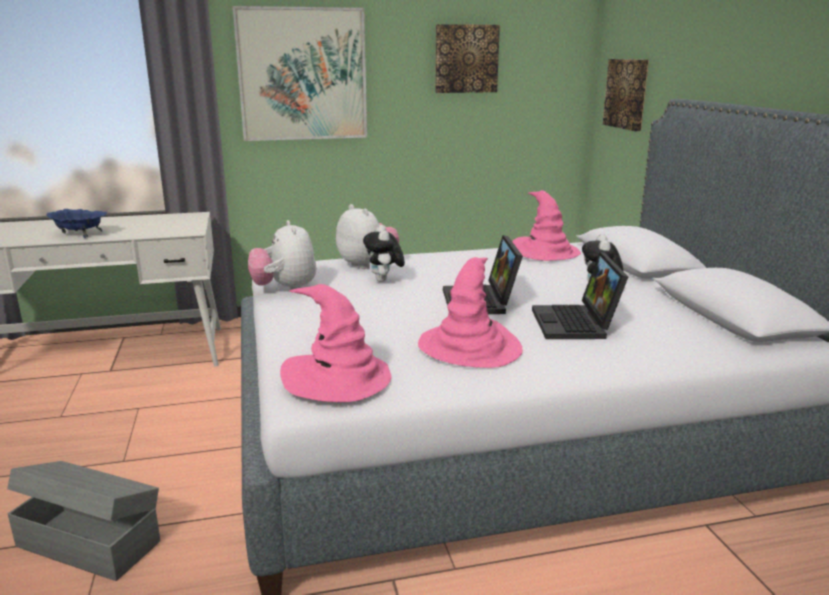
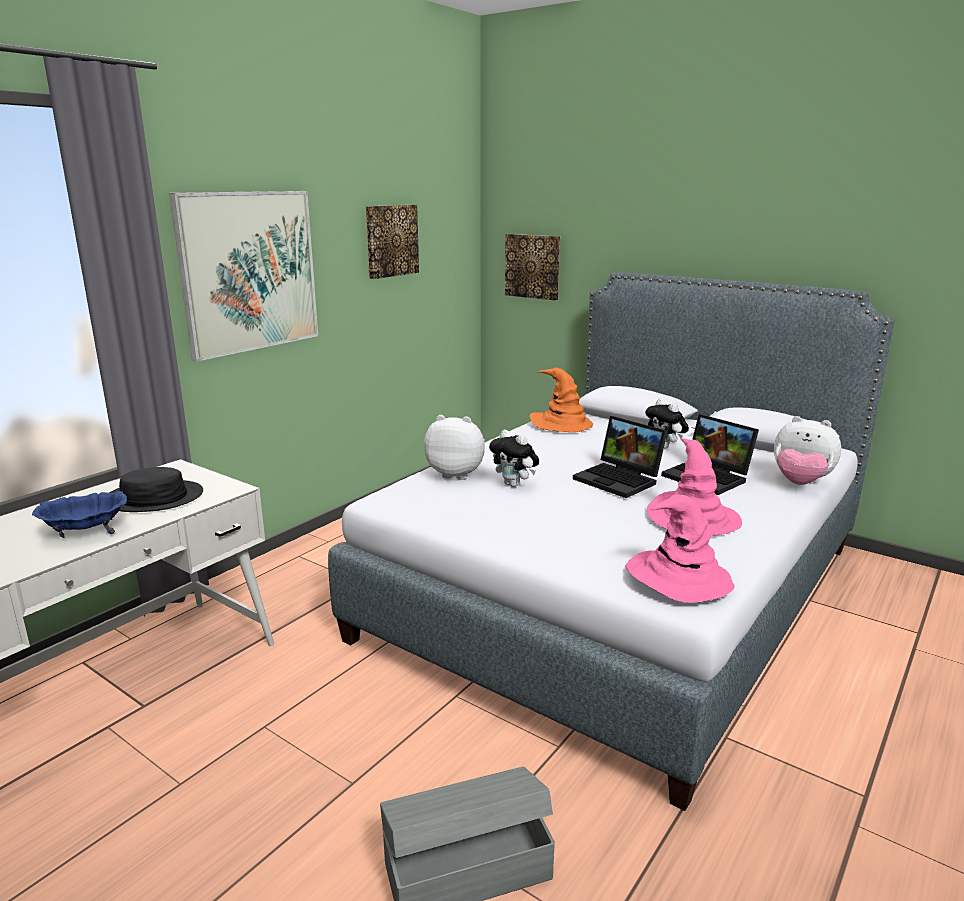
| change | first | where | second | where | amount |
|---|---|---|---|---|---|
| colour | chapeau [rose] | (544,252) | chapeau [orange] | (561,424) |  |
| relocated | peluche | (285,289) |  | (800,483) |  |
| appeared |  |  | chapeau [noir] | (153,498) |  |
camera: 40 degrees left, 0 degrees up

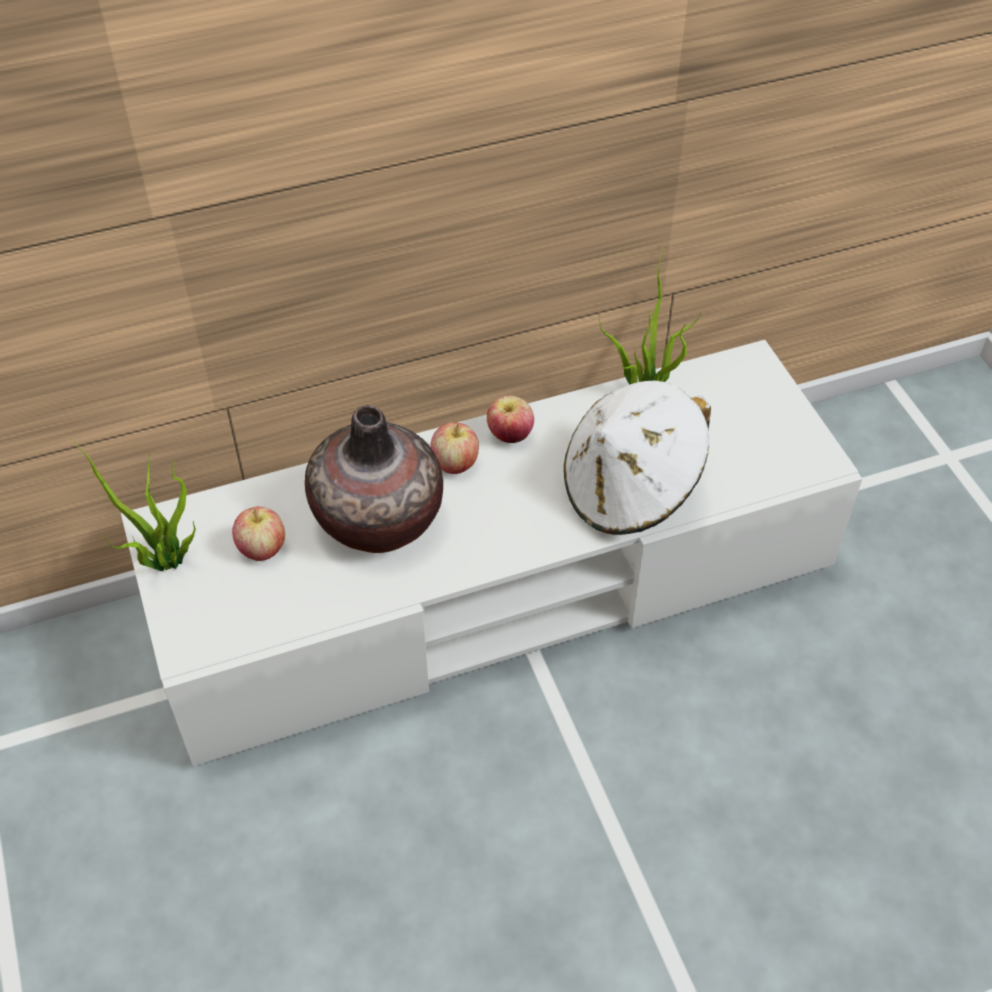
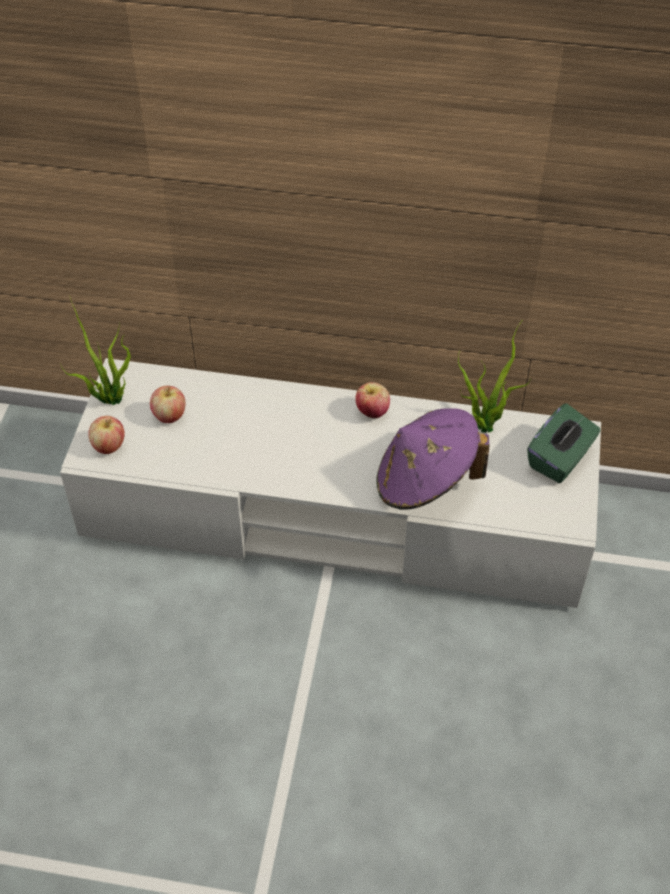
| change | first | where | second | where | amount |
|---|---|---|---|---|---|
| colour | chapeau [blanc] | (631,489) | chapeau [violet] | (425,482) |  |
| missing | vase | (377,520) |  |  |  |
| relocated | pomme | (455,464) |  | (109,446) |  |
| appeared |  |  | boîte à mouchoirs [vert] | (560,459) |  |
camera: 30 degrees right, 0 degrees up

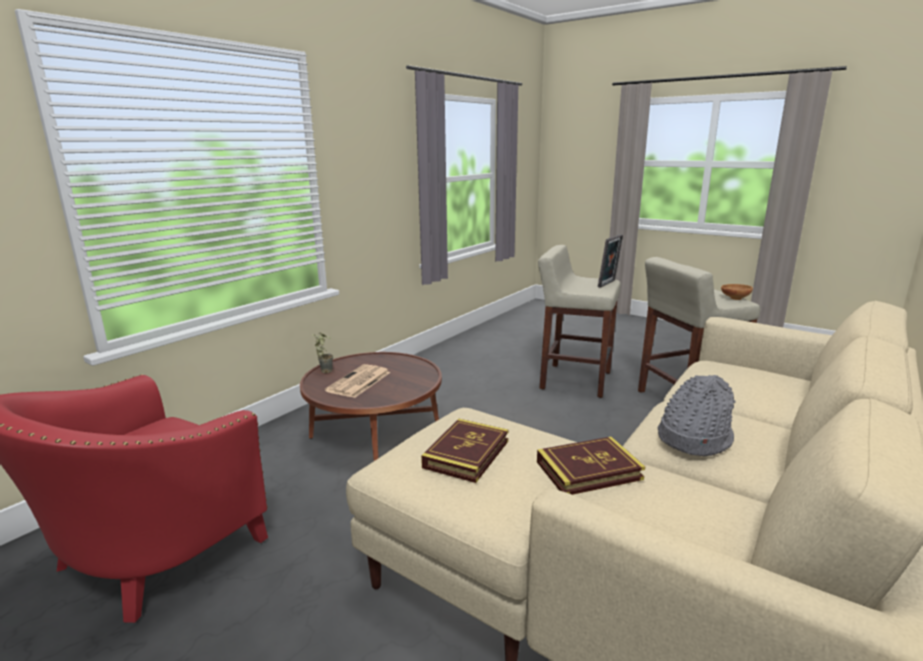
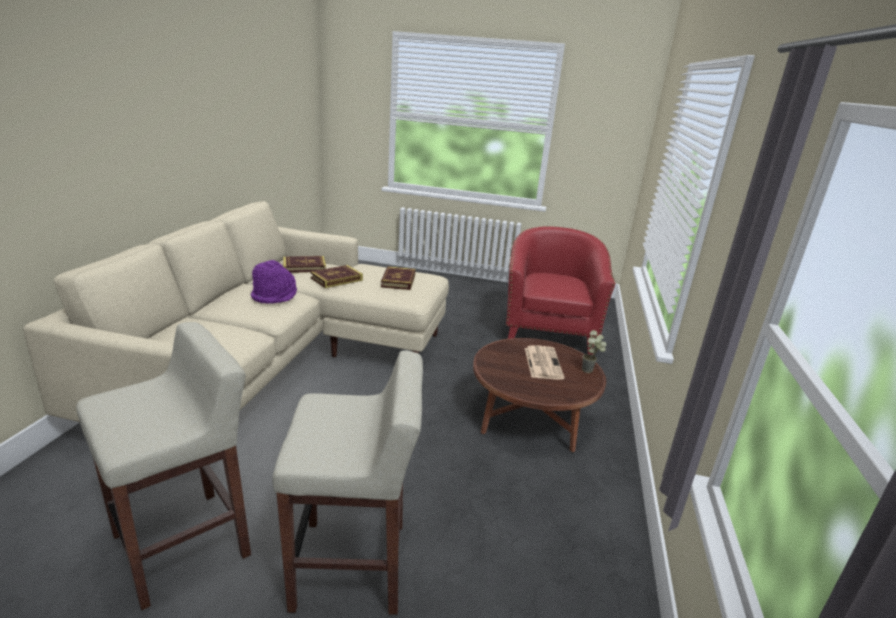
| change | first | where | second | where | amount |
|---|---|---|---|---|---|
| missing | cadre photo | (608,284) |  |  |  |
| missing | bol [marron] | (734,298) |  |  |  |
| colour | chapeau [gris] | (693,438) | chapeau [violet] | (275,296) |  |
| appeared |  |  | livre | (304,267) |  |
camera: 155 degrees right, 5 degrees up

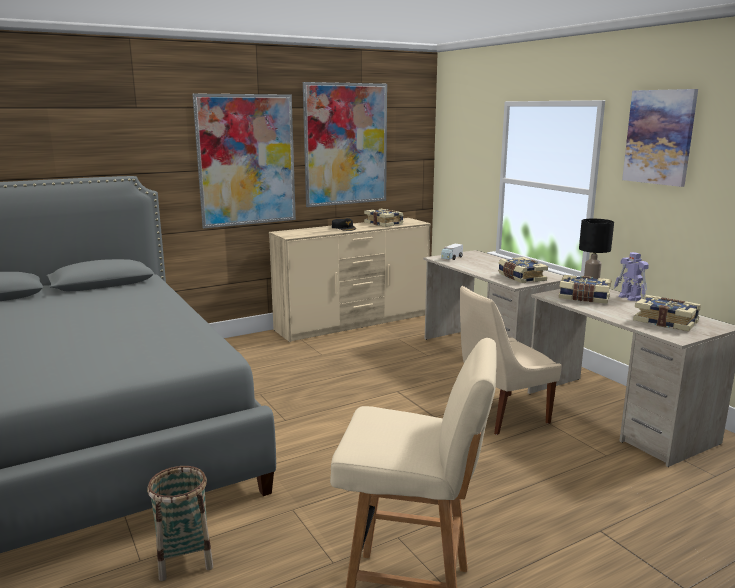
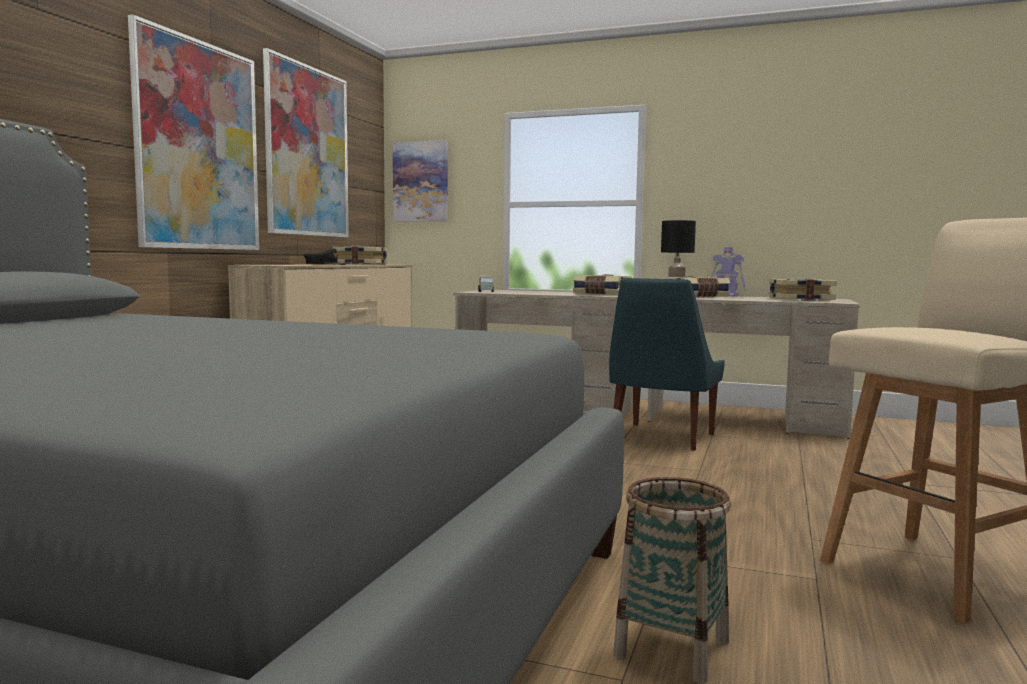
| change | first | where | second | where | amount |
|---|---|---|---|---|---|
| relocated | tableau | (659,137) |  | (421,181) |  |
| colour | chaise [beige] | (499,414) | chaise [bleu] | (661,438) |  |
camera: 40 degrees left, 10 degrees down

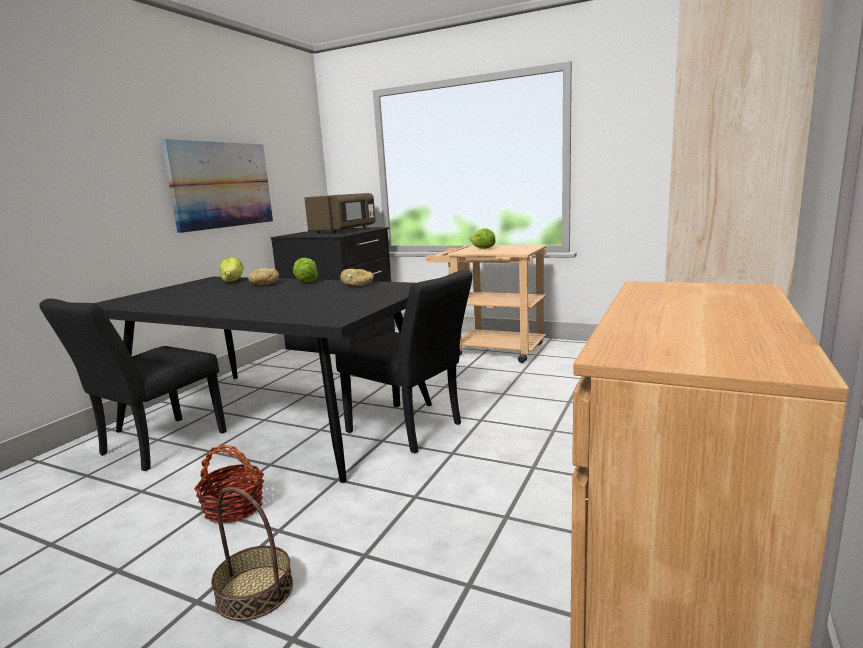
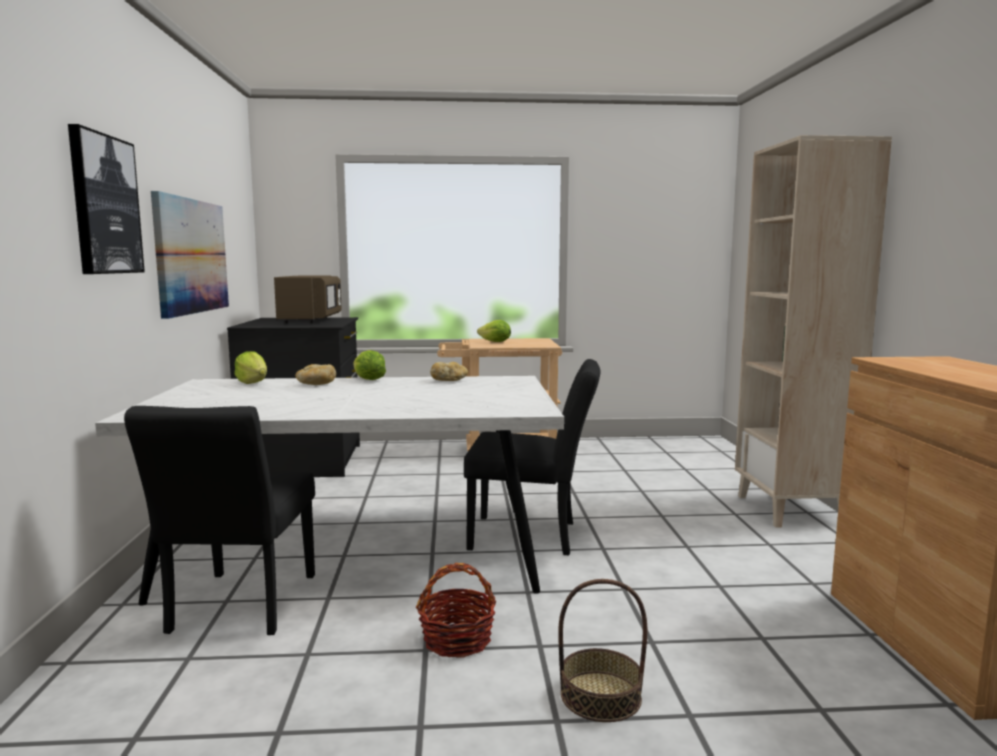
| change | first | where | second | where | amount |
|---|---|---|---|---|---|
| colour | table à manger [noir] | (275,418) | table à manger [blanc] | (356,551) |  |
| appeared |  |  | tableau | (105,205) |  |
camera: 30 degrees left, 5 degrees down

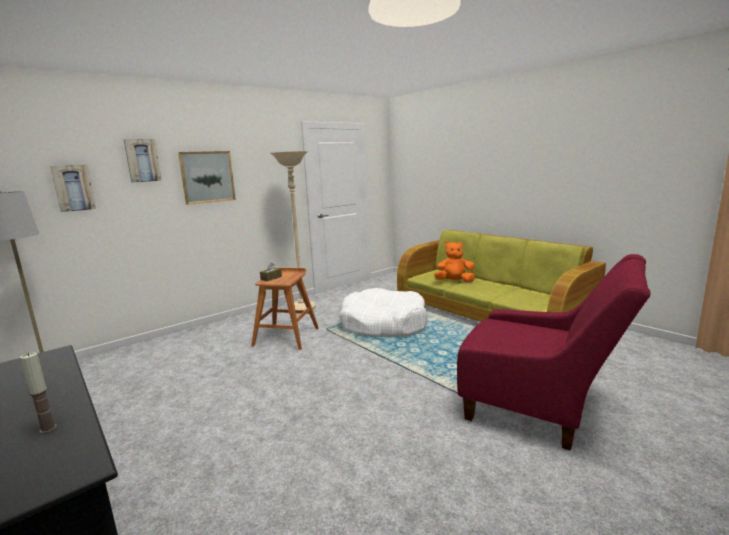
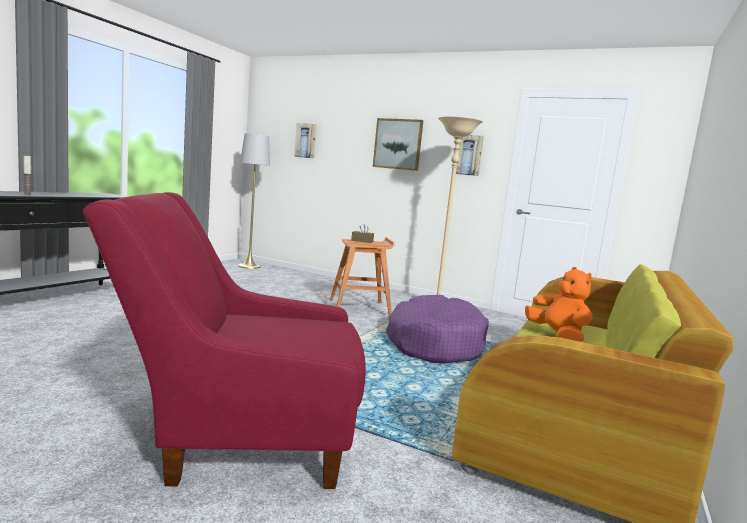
| change | first | where | second | where | amount |
|---|---|---|---|---|---|
| relocated | tableau | (142,160) |  | (468,155) |  |
| spun | fauteuil [rouge] | (540,408) |  | (241,436) | 75 degrees clockwise |
| colour | panier pour chien [blanc] | (383,324) | panier pour chien [violet] | (434,343) |  |
camera: 65 degrees right, 5 degrees down

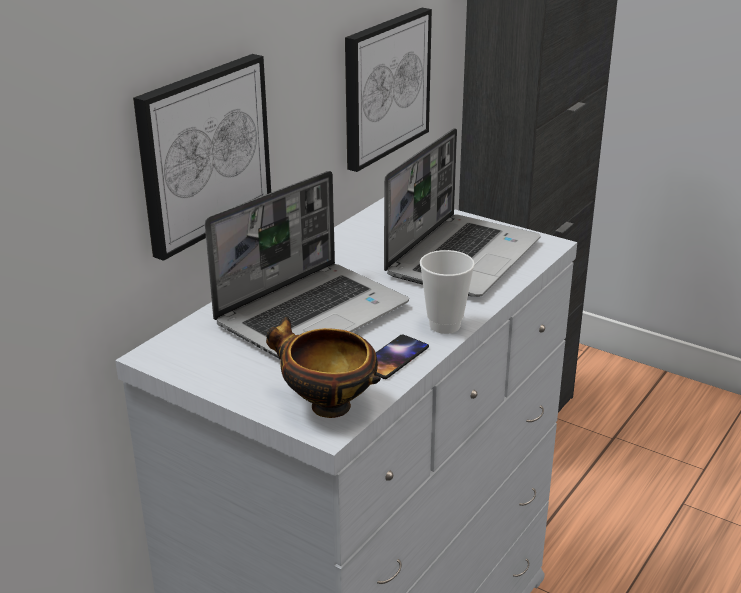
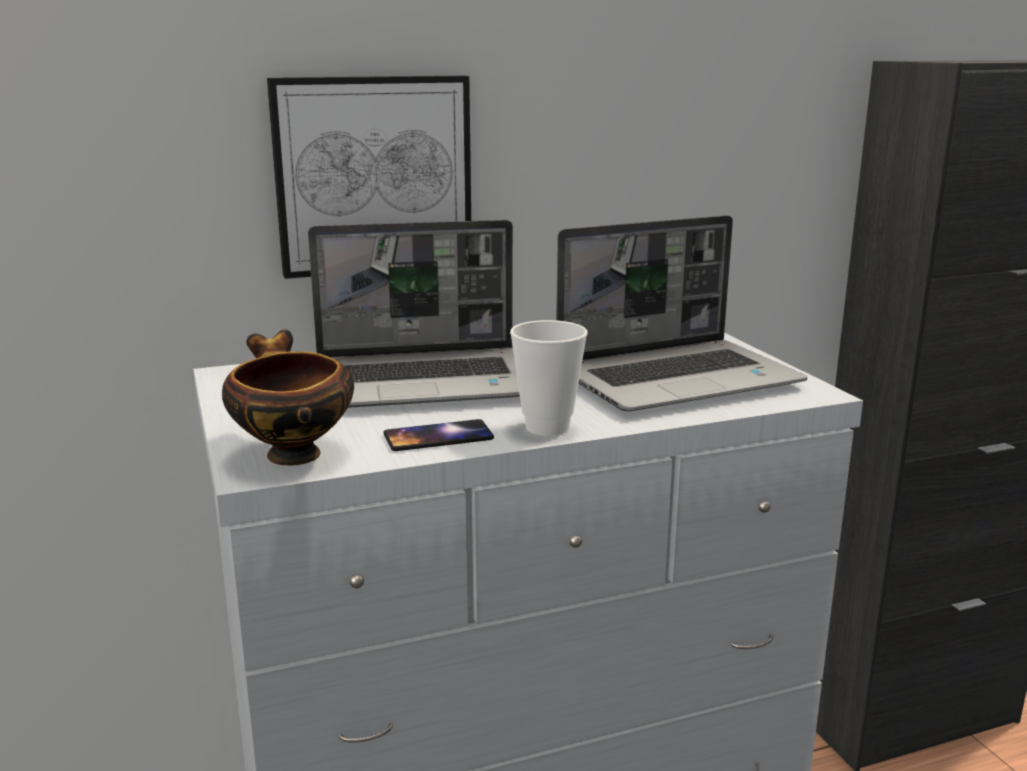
| change | first | where | second | where | amount |
|---|---|---|---|---|---|
| missing | tableau | (385,87) |  |  |  |
camera: 35 degrees right, 10 degrees down

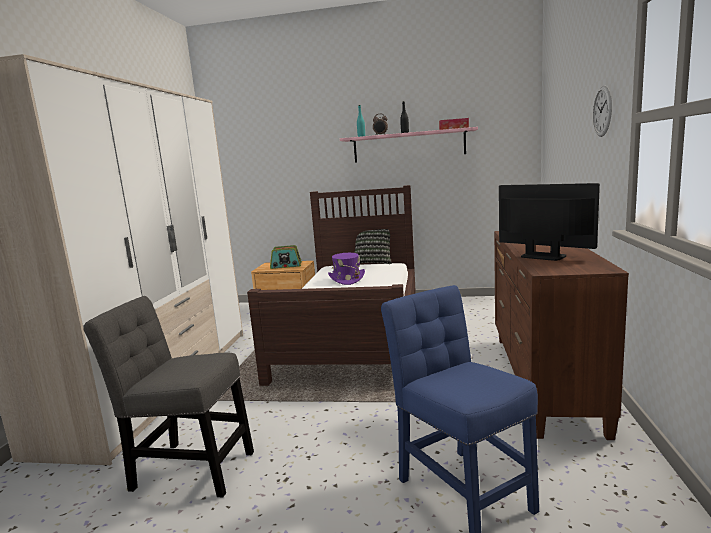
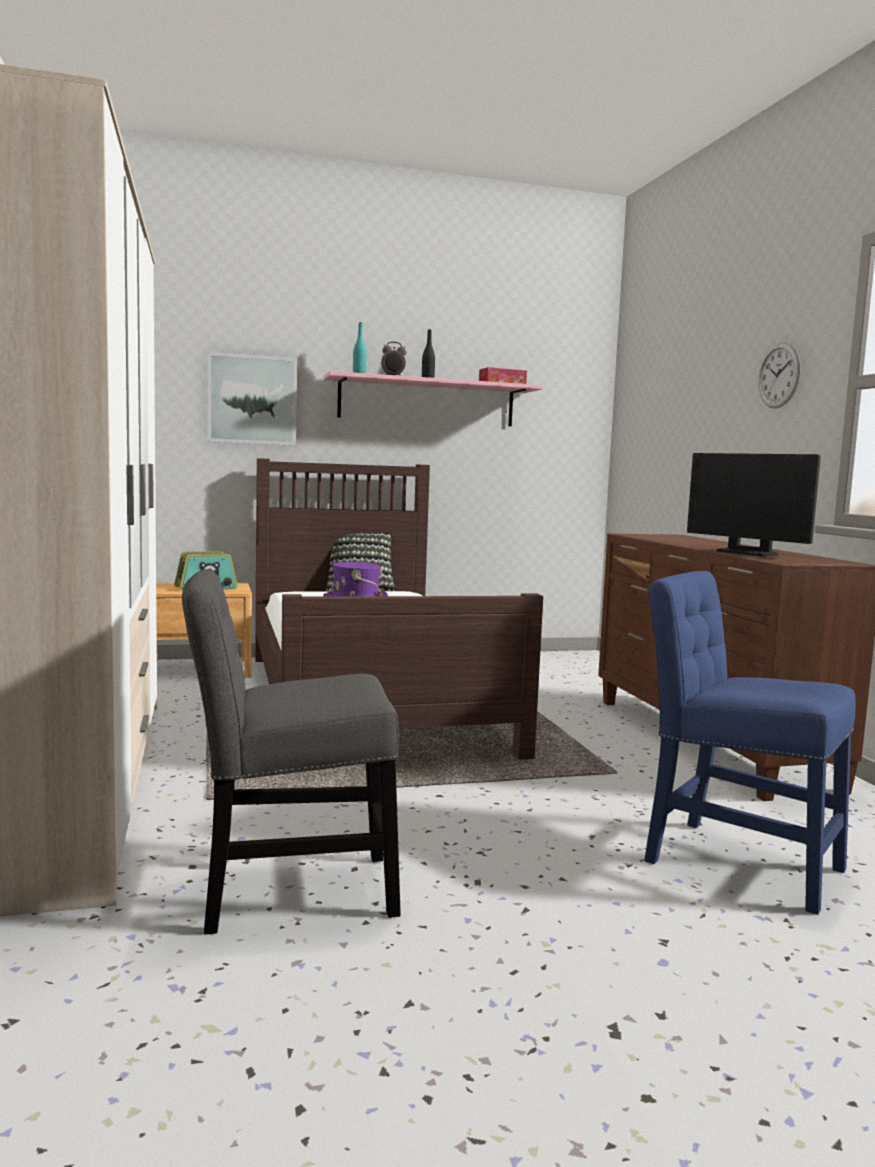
| change | first | where | second | where | amount |
|---|---|---|---|---|---|
| spun | écran d'ordinateur | (543,256) |  | (747,553) | 150 degrees counterclockwise |
| appeared |  |  | tableau | (252,400) |  |
camera: 25 degrees left, 5 degrees down

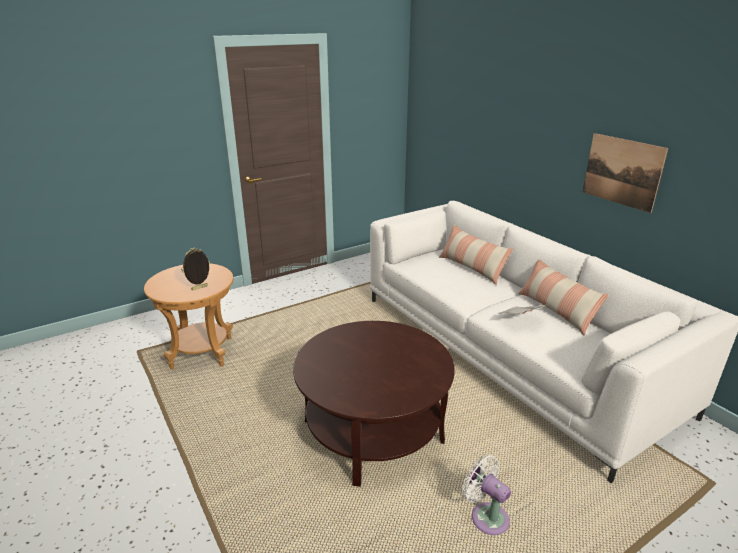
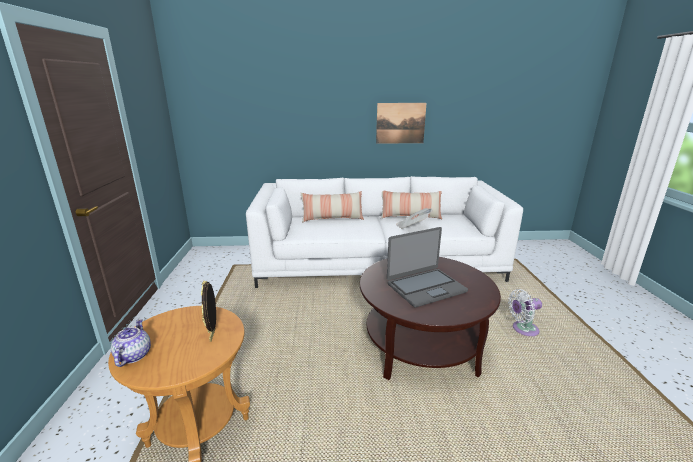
| change | first | where | second | where | amount |
|---|---|---|---|---|---|
| appeared |  |  | ordinateur portable | (425,287) |  |
| appeared |  |  | théière | (133,356) |  |
camera: 60 degrees left, 5 degrees down

